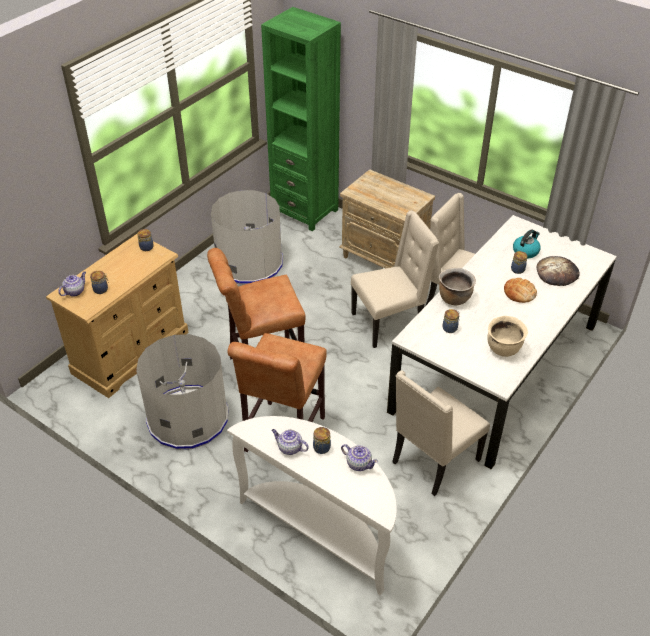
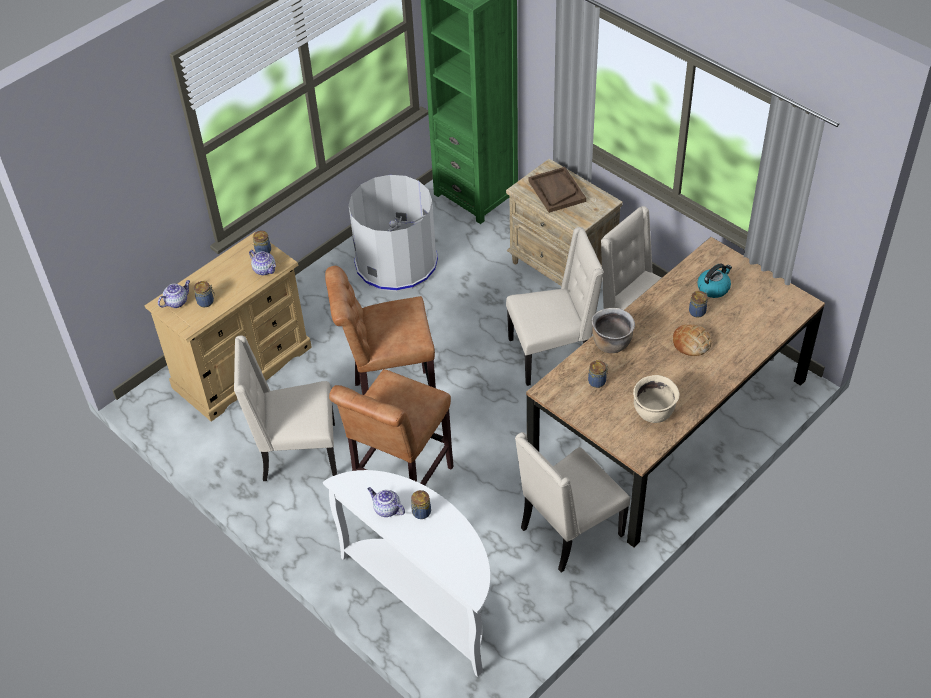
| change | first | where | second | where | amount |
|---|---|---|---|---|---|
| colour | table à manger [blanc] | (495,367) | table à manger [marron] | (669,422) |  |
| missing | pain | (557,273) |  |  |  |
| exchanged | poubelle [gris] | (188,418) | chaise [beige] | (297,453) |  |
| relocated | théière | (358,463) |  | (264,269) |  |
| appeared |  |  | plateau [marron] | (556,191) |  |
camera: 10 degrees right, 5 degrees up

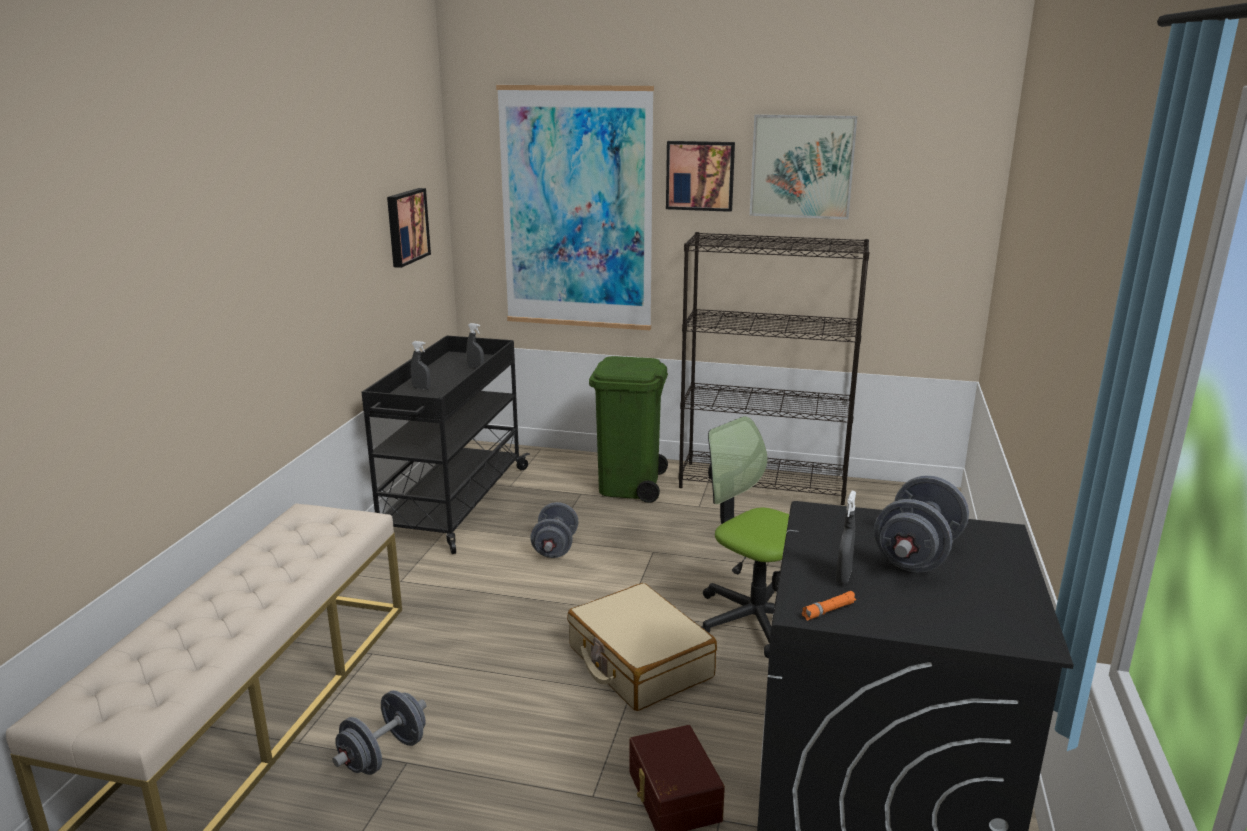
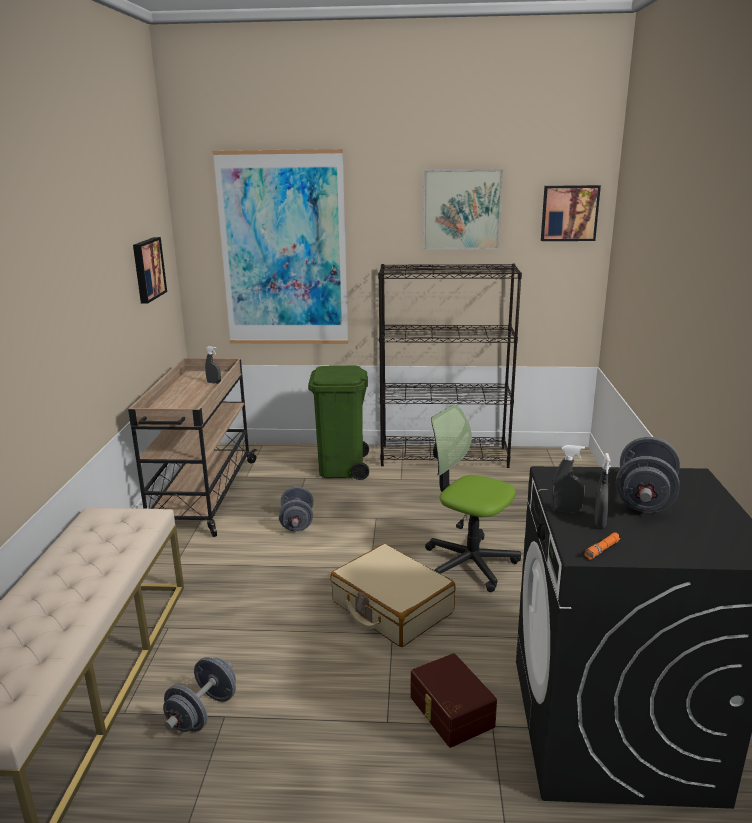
| change | first | where | second | where | amount |
|---|---|---|---|---|---|
| relocated | tableau | (700,175) |  | (569,213) |  |
| colour | chariot [noir] | (453,504) | chariot [beige] | (202,496) |  |
| relocated | vaporisateur [gris] | (421,388) |  | (566,511) |  |
camera: 10 degrees left, 0 degrees up

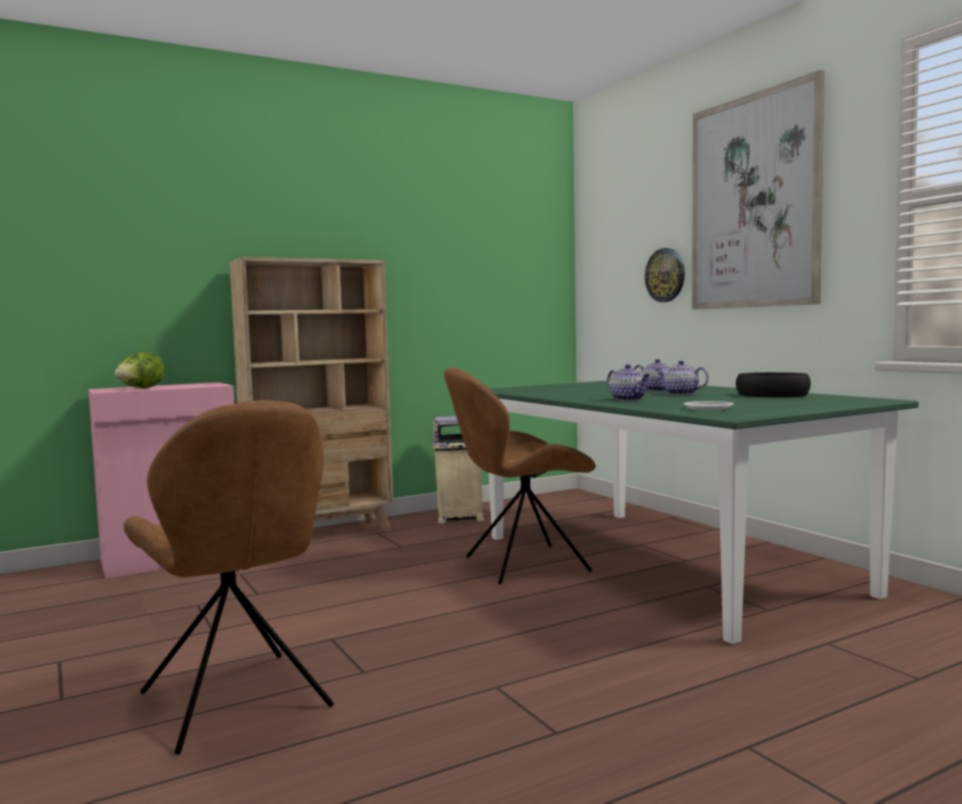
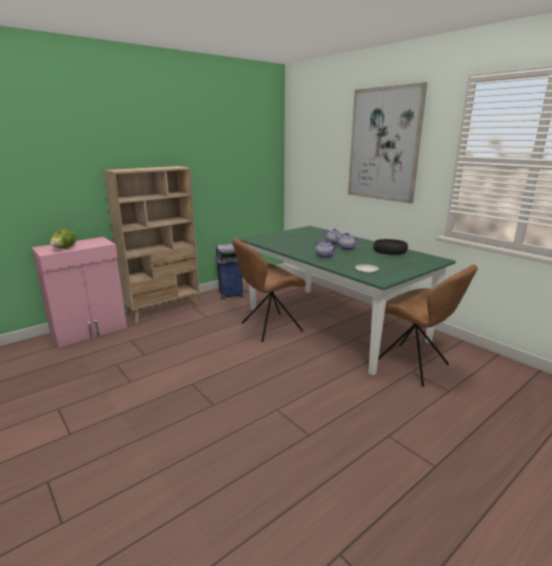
| change | first | where | second | where | amount |
|---|---|---|---|---|---|
| missing | horloge murale | (665,275) |  |  |  |
| relocated | chaise [marron] | (237,703) |  | (413,365) |  |
| colour | poubelle [beige] | (459,517) | poubelle [bleu] | (230,294) |  |
camera: 10 degrees left, 15 degrees up

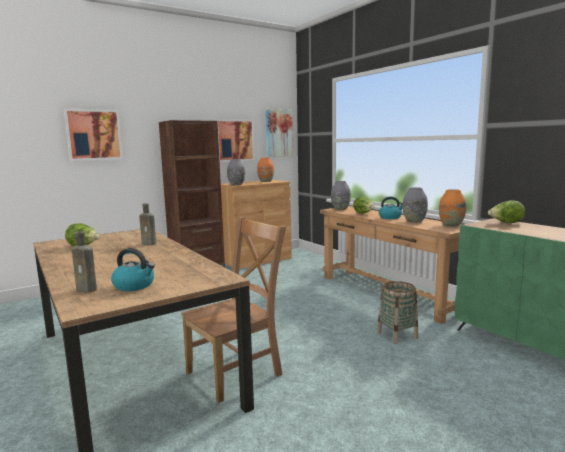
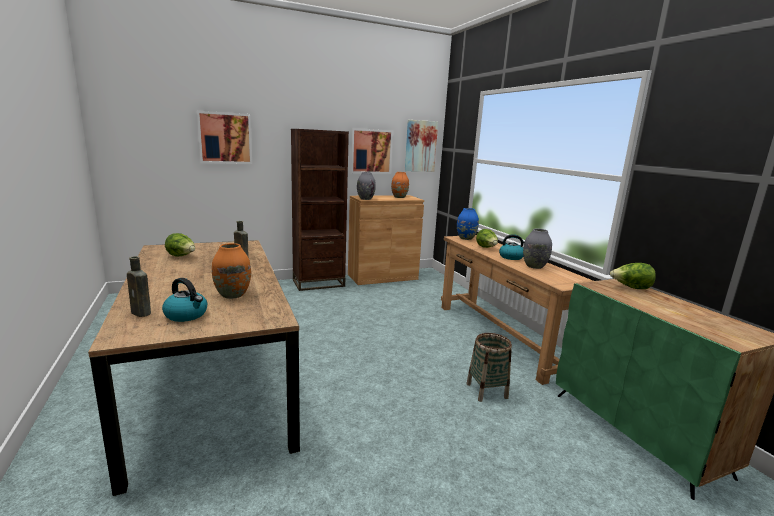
| change | first | where | second | where | amount |
|---|---|---|---|---|---|
| colour | vase [gris] | (340,209) | vase [bleu] | (466,238) |  |
| relocated | vase [orange] | (451,225) |  | (232,295) |  |
| missing | chaise [marron] | (237,372) |  |  |  |
camera: 10 degrees right, 5 degrees up

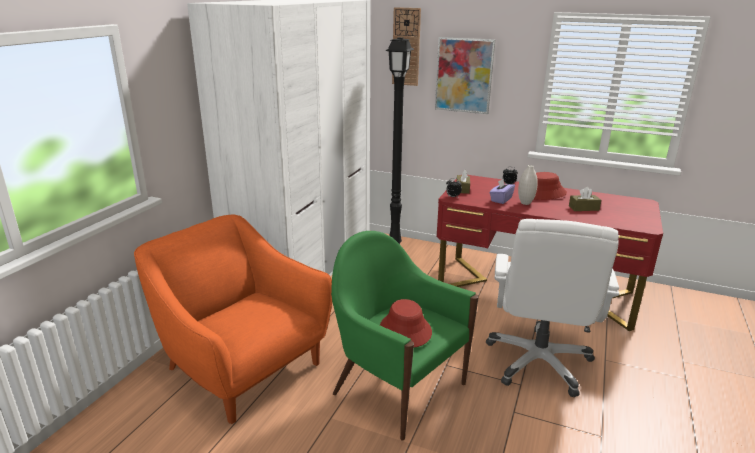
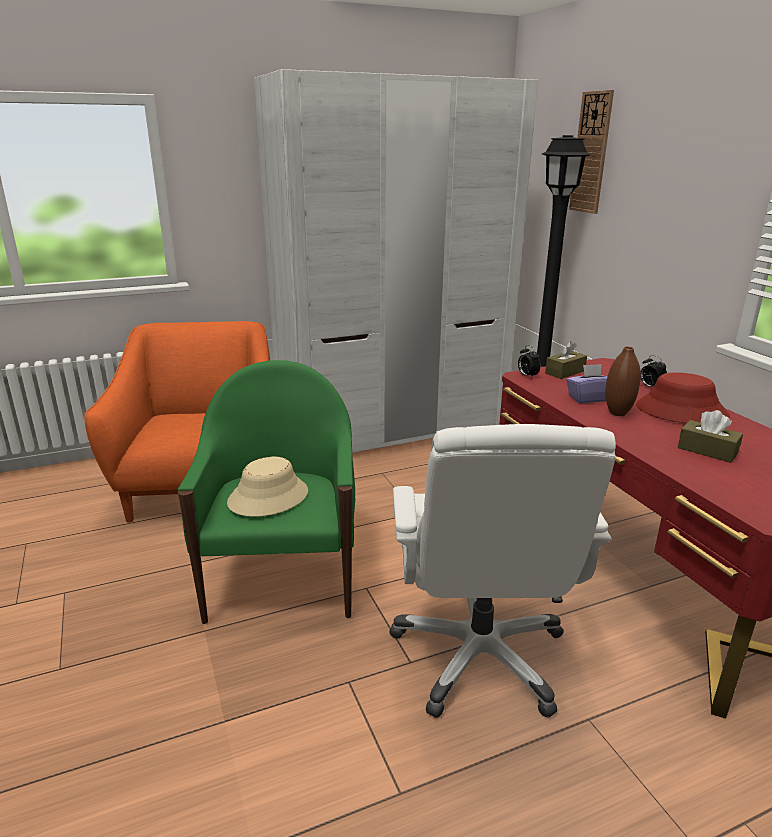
| change | first | where | second | where | amount |
|---|---|---|---|---|---|
| missing | tableau | (464,75) |  |  |  |
| colour | vase [blanc] | (525,203) | vase [marron] | (617,413) |  |
| spun | chaise de bureau [blanc] | (538,362) |  | (480,655) | 60 degrees counterclockwise |
| colour | chapeau [rouge] | (405,330) | chapeau [beige] | (268,497) |  |
camera: 45 degrees right, 0 degrees up

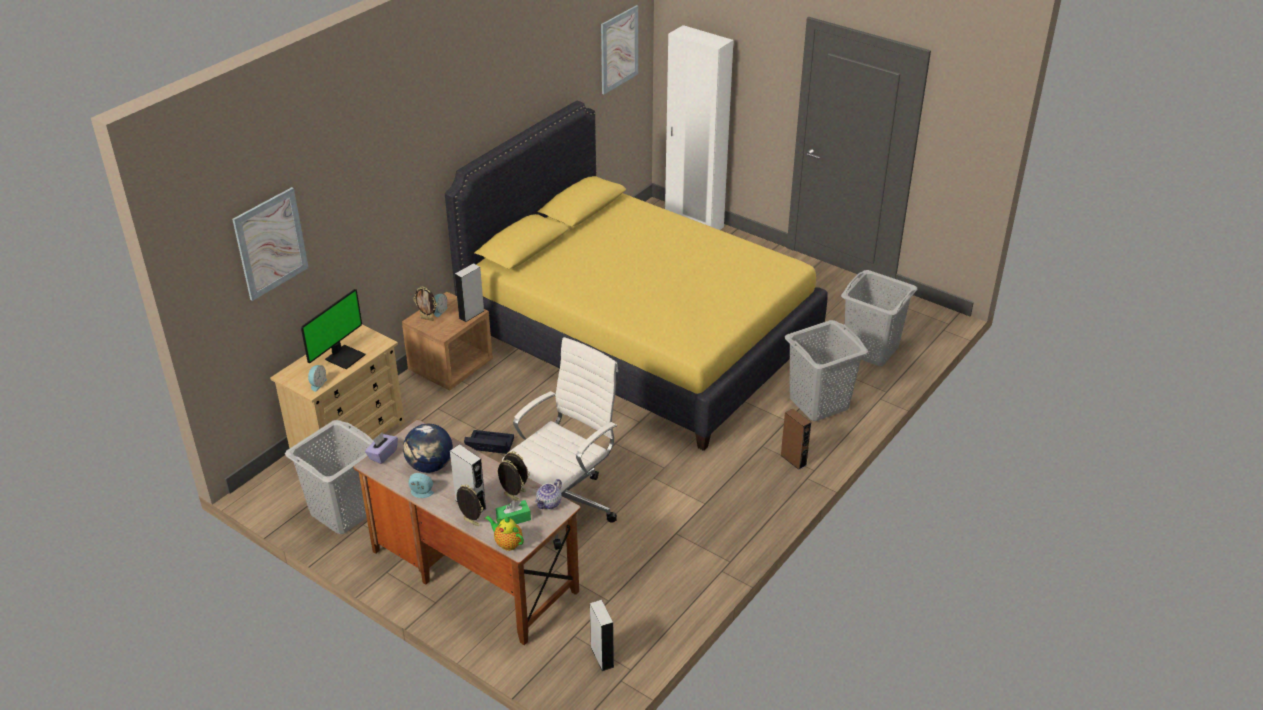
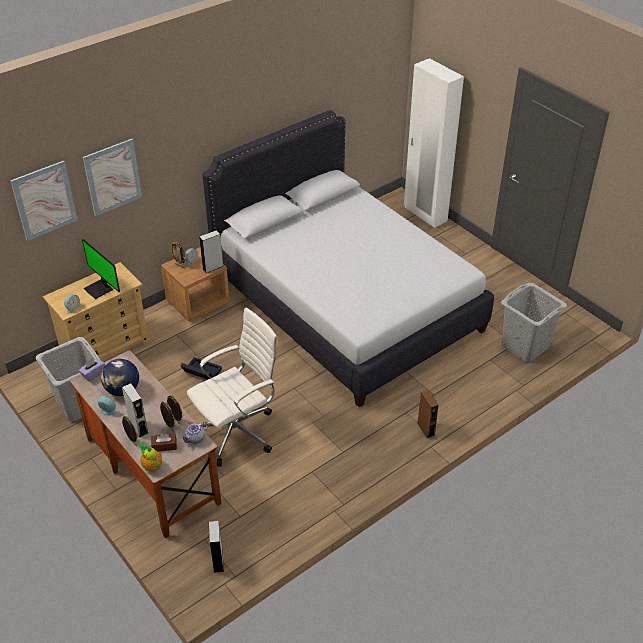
| change | first | where | second | where | amount |
|---|---|---|---|---|---|
| relocated | tableau | (619,49) |  | (113,177) |  |
| colour | lit [jaune] | (640,338) | lit [blanc] | (346,304) |  |
| spun | écran d'ordinateur | (344,356) |  | (99,289) | 90 degrees clockwise |
| missing | panier à linge [gris] | (818,403) |  |  |  |
| colour | boîte à mouchoirs [vert] | (513,519) | boîte à mouchoirs [marron] | (164,446) |  |
camera: 15 degrees right, 5 degrees up

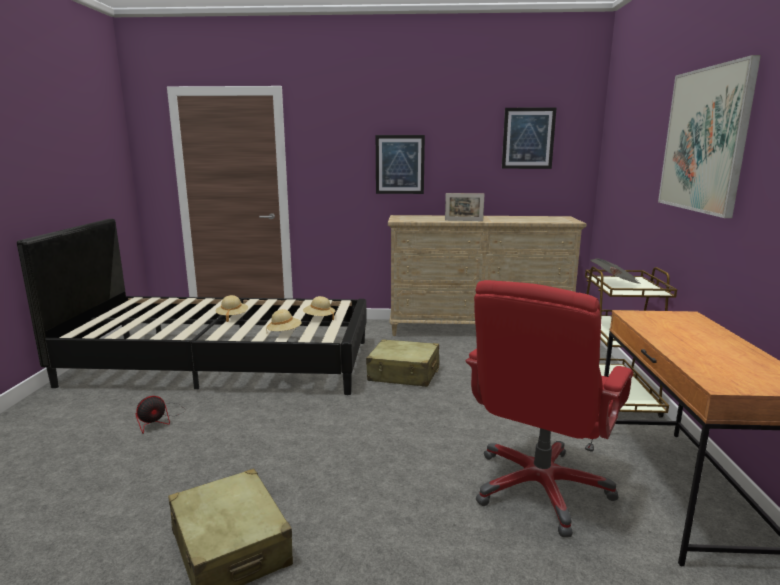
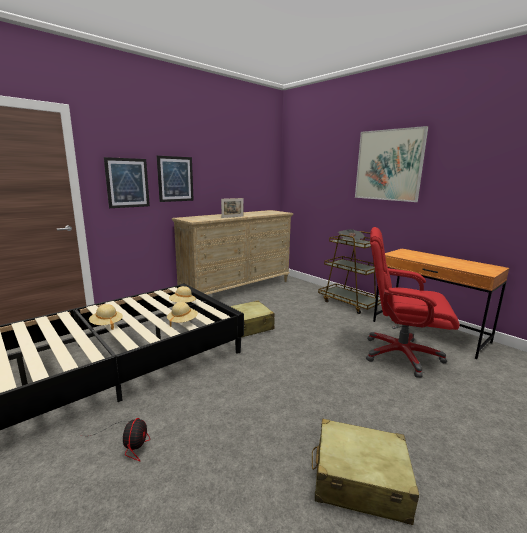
| change | first | where | second | where | amount |
|---|---|---|---|---|---|
| relocated | tableau | (528,138) |  | (127,183) |  |
| spun | chaise de bureau [rouge] | (540,488) |  | (400,355) | 120 degrees clockwise |
camera: 45 degrees left, 0 degrees up

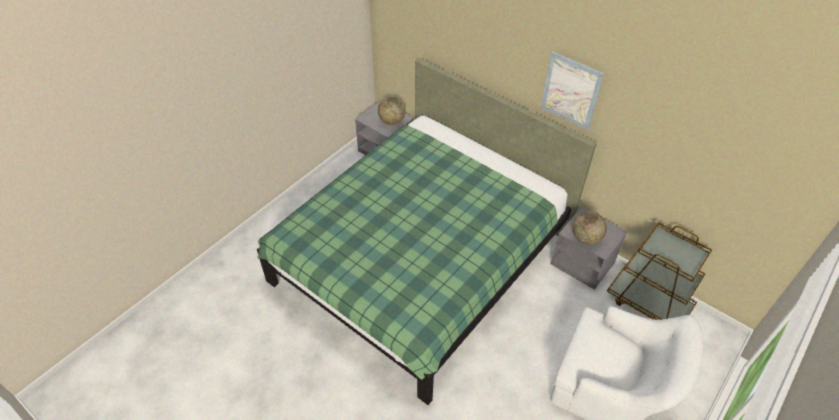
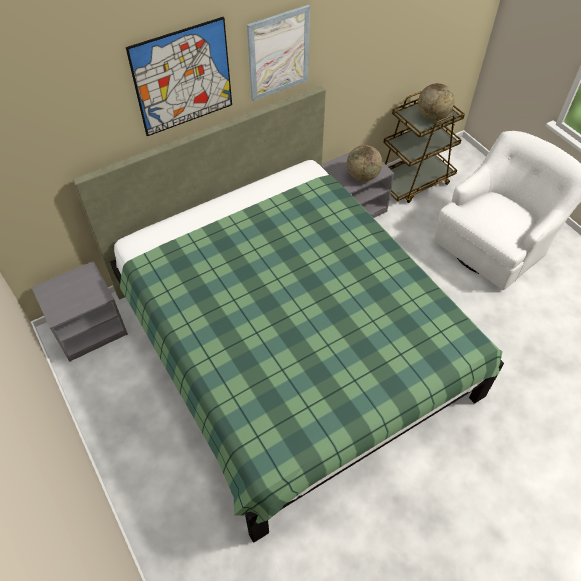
| change | first | where | second | where | amount |
|---|---|---|---|---|---|
| relocated | globe | (391,121) |  | (432,116) |  |
| appeared |  |  | tableau | (183,78) |  |
camera: 70 degrees left, 5 degrees up

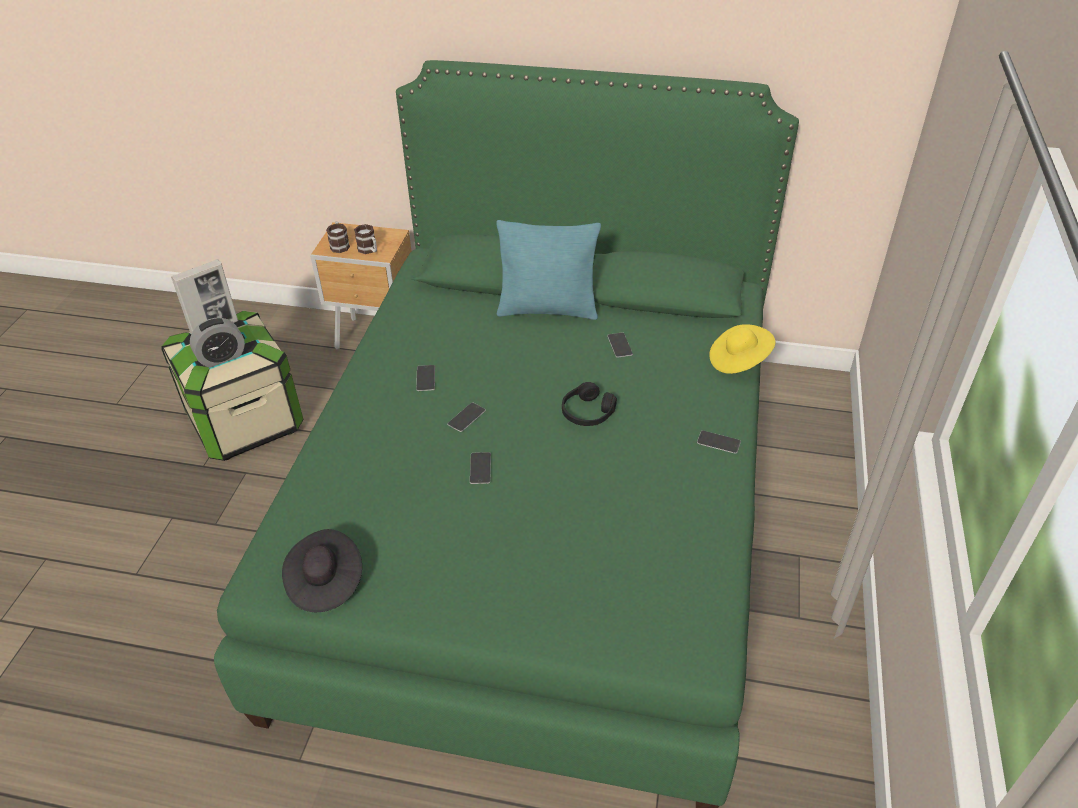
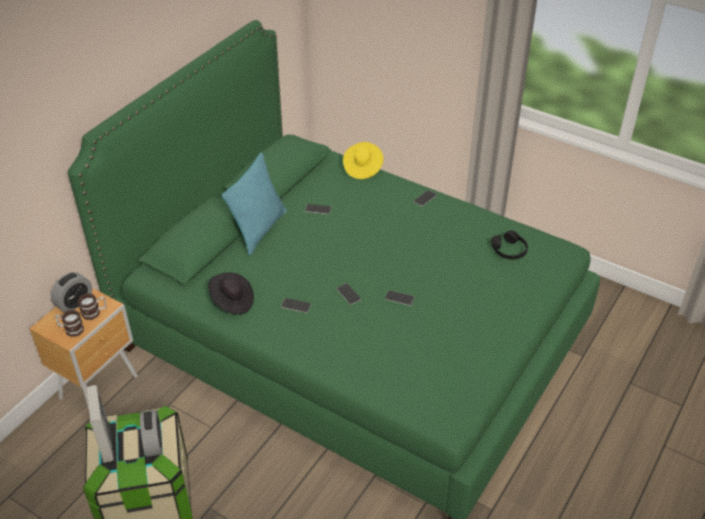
| change | first | where | second | where | amount |
|---|---|---|---|---|---|
| relocated | casque audio [noir] | (587,412) |  | (509,250) |  |
| relocated | chapeau [noir] | (325,582) |  | (232,302) |  |
| appeared |  |  | réveil | (74,303) |  |
camera: 70 degrees left, 0 degrees up

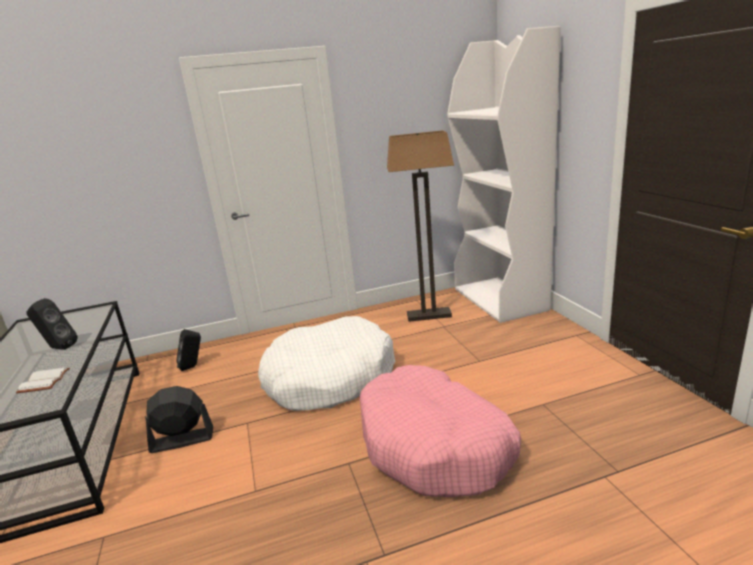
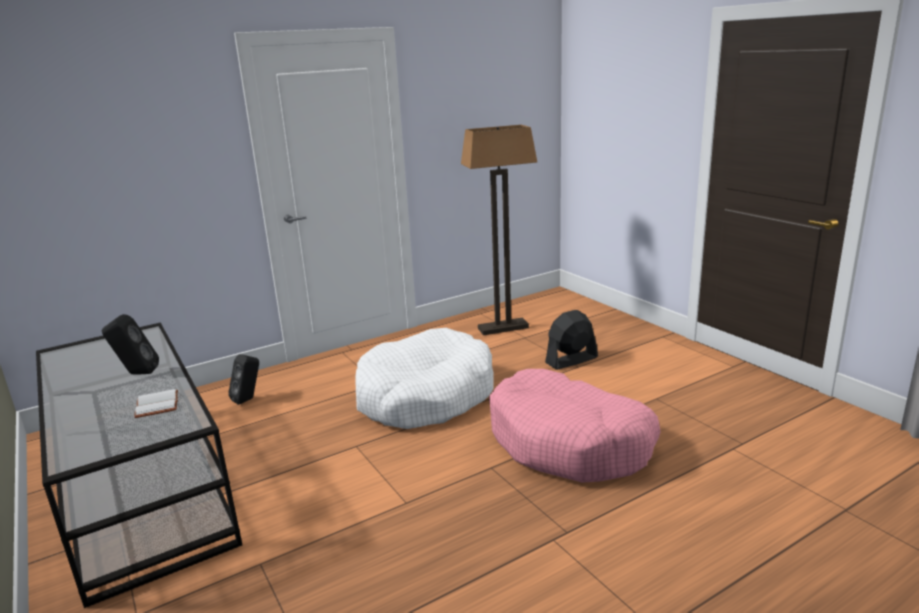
| change | first | where | second | where | amount |
|---|---|---|---|---|---|
| missing | bibliothèque [blanc] | (500,299) |  |  |  |
| relocated | ventilateur [noir] | (182,440) |  | (571,360) |  |
camera: 15 degrees left, 0 degrees up

